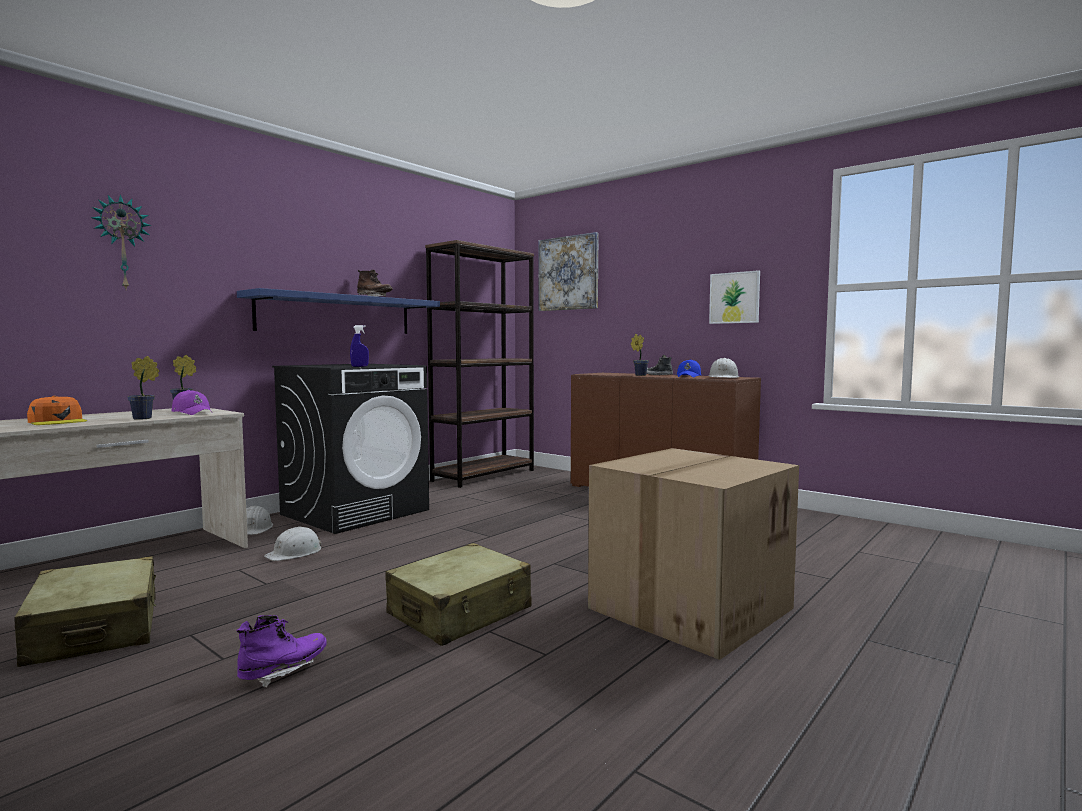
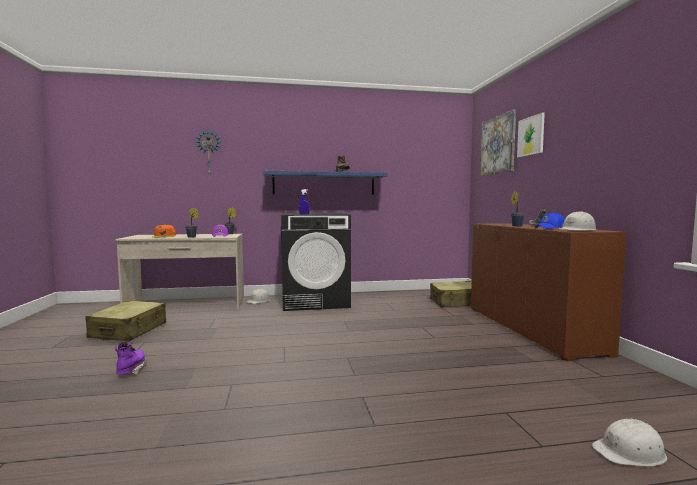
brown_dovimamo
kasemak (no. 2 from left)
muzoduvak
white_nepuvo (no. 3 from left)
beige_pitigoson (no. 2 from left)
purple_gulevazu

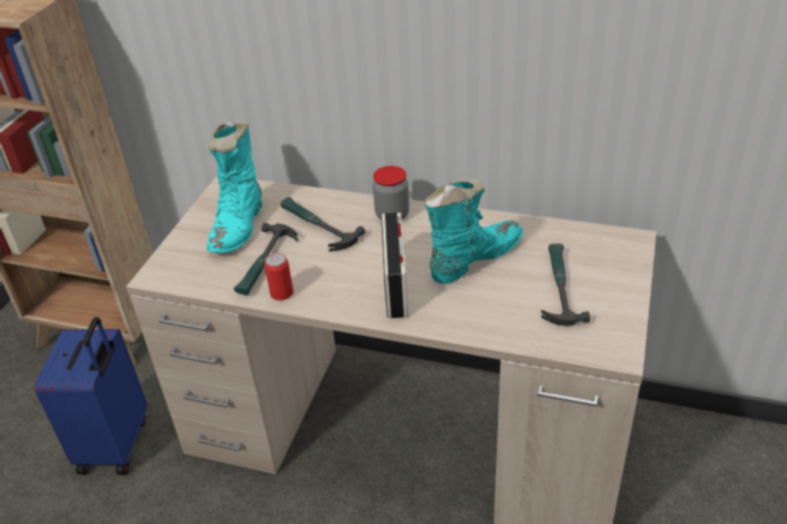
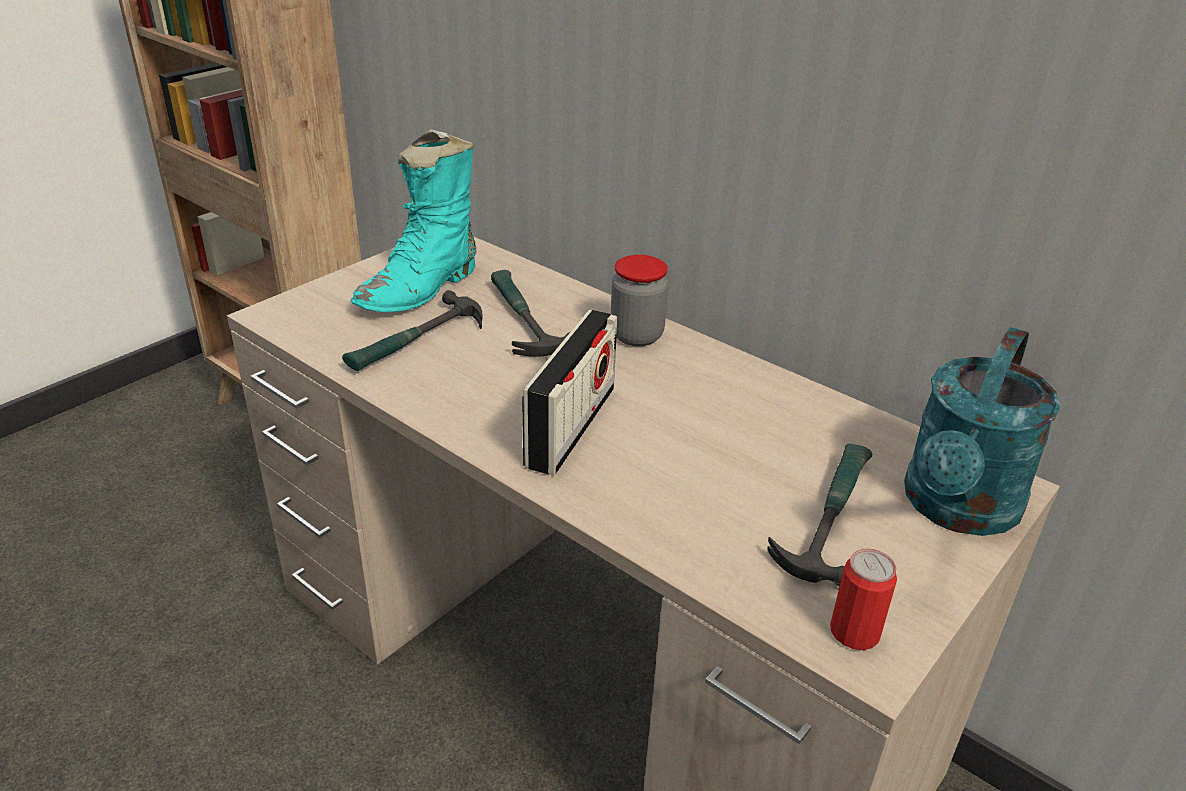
turquoise_gulevazu (no. 2 from left in the first image)
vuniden
blue_pitigoson
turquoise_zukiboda

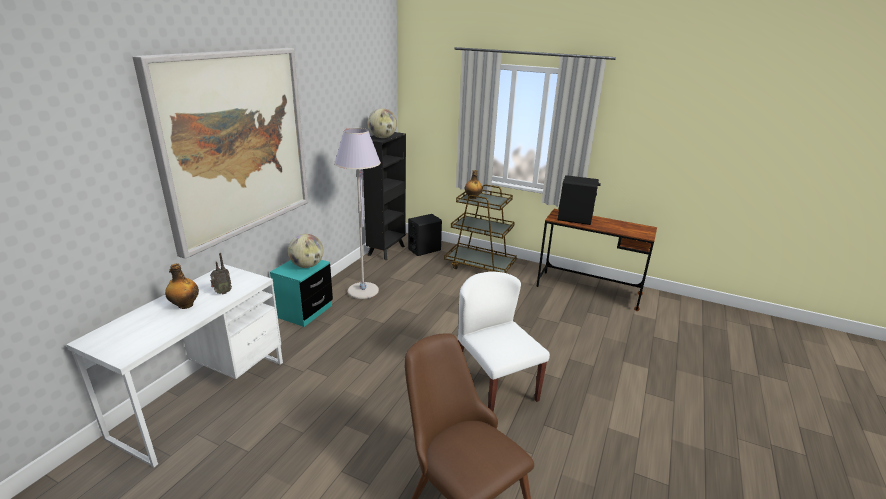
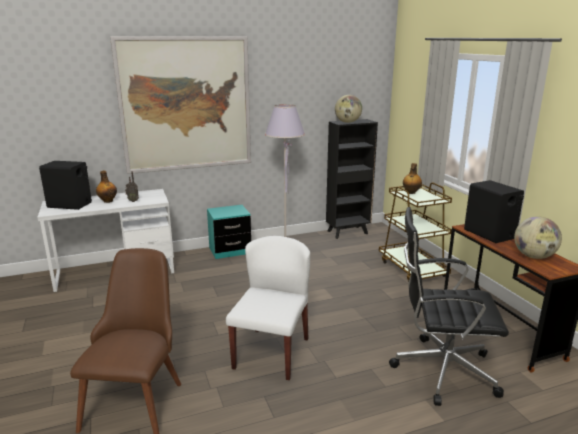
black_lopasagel (no. 1 from left)
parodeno (no. 2 from left)
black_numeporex

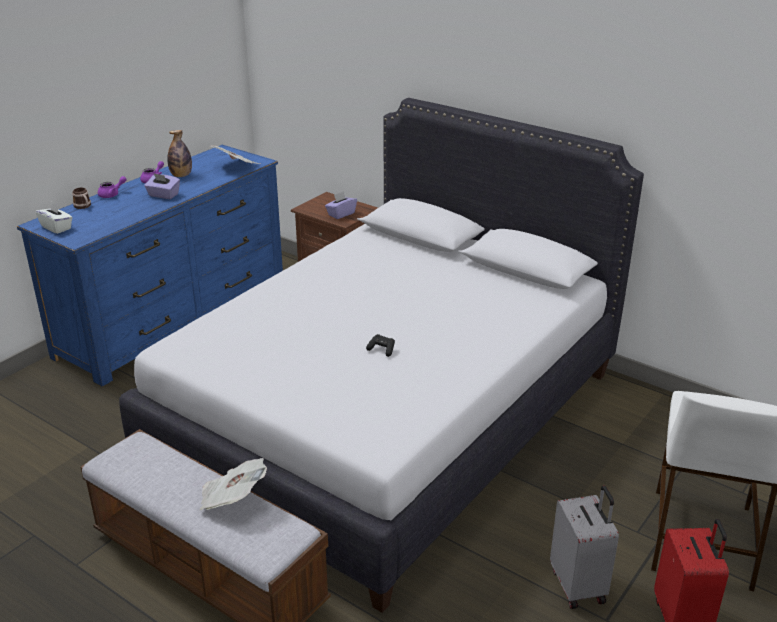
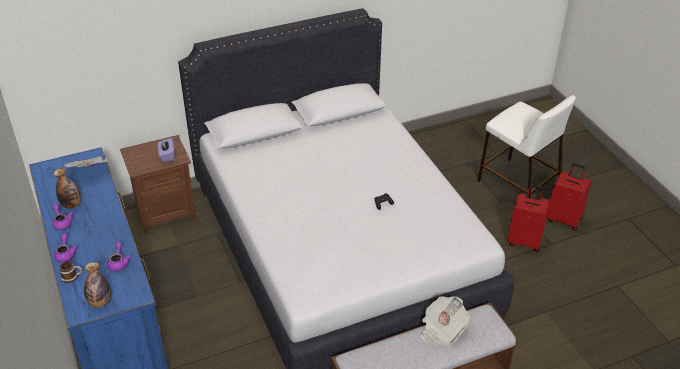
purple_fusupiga (no. 1 from left in the first image)
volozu (no. 2 from left)
red_pitigoson (no. 1 from left)
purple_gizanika (no. 3 from left)

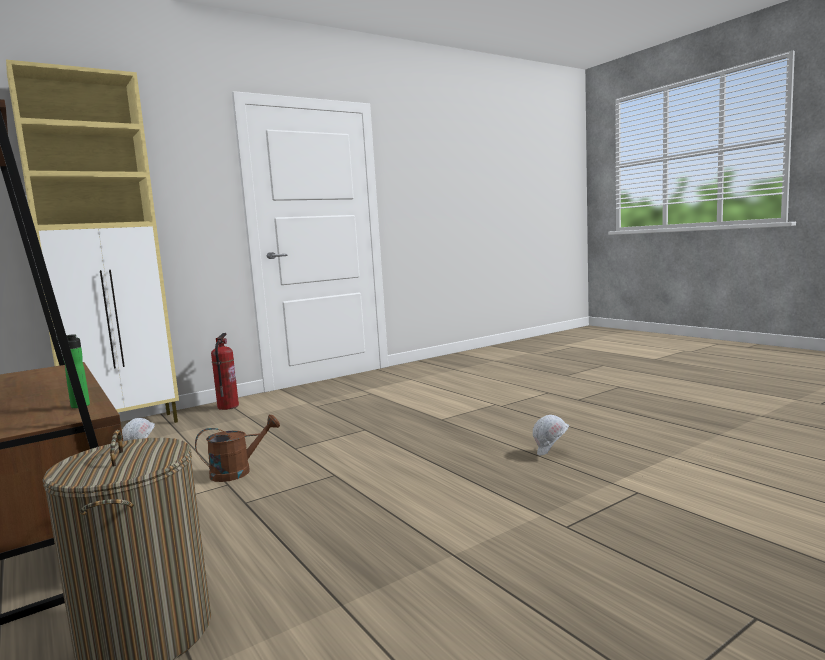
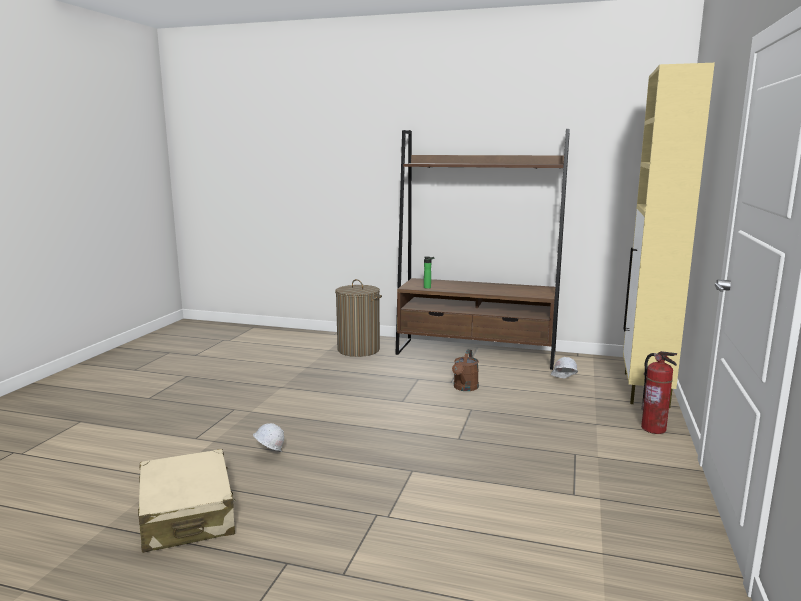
beige_pitigoson

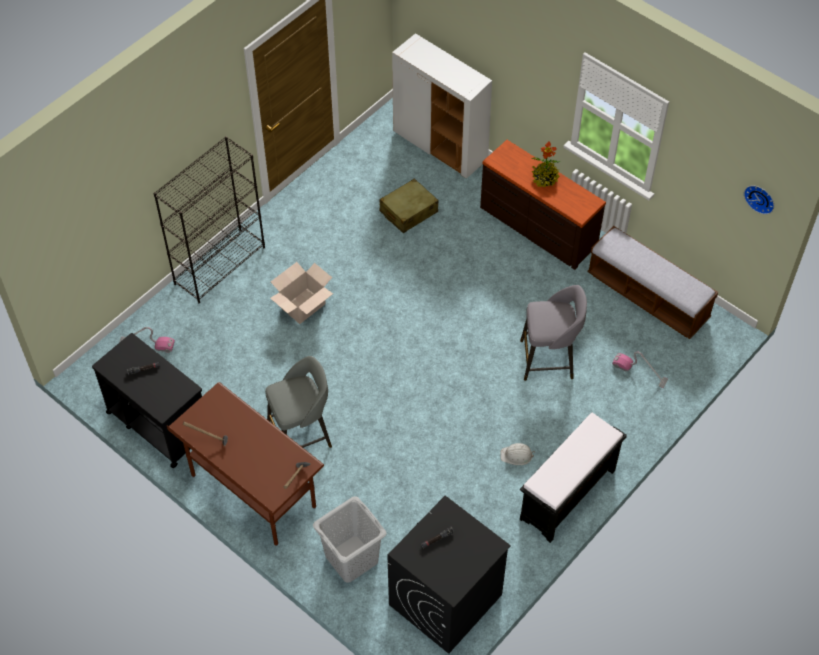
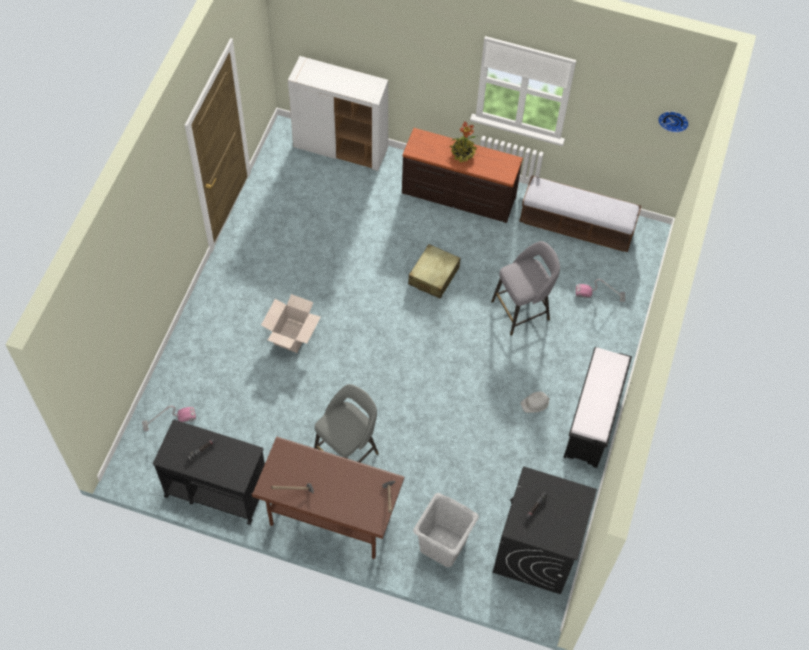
black_dovimamo
beige_pitigoson

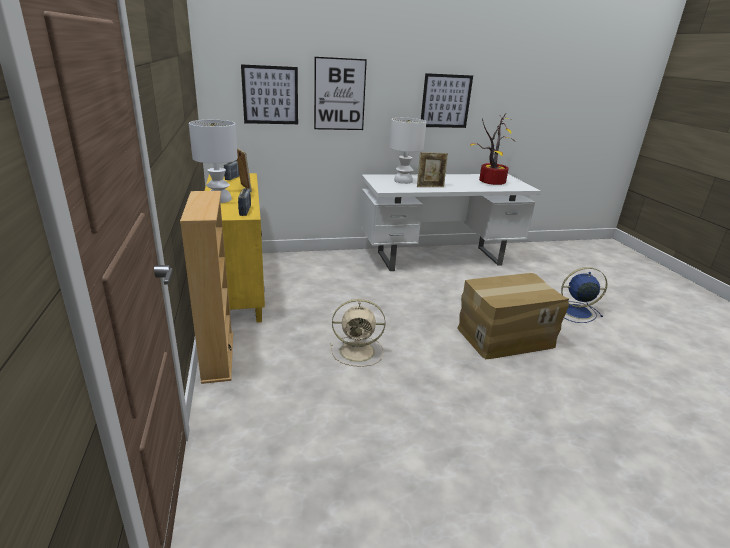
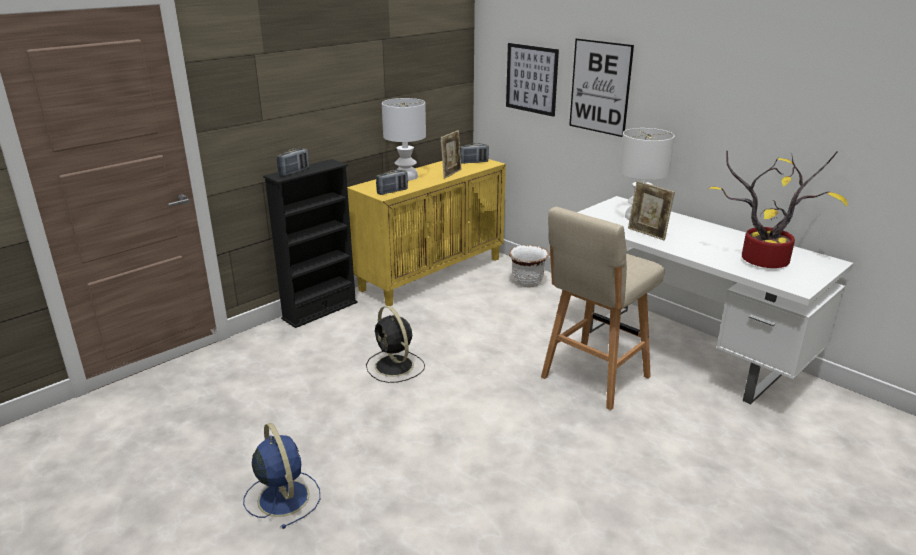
kasemak (no. 3 from left in the first image)
black_dovimamo
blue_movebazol
muzoduvak
black_movebazol
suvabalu (no. 1 from left)
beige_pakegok
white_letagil

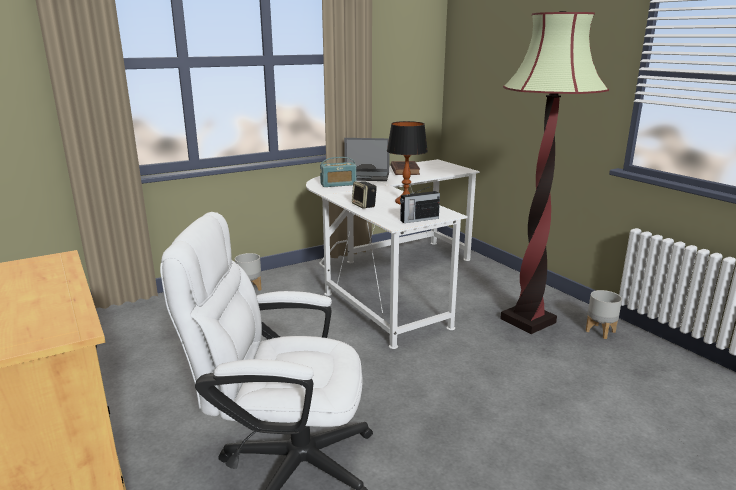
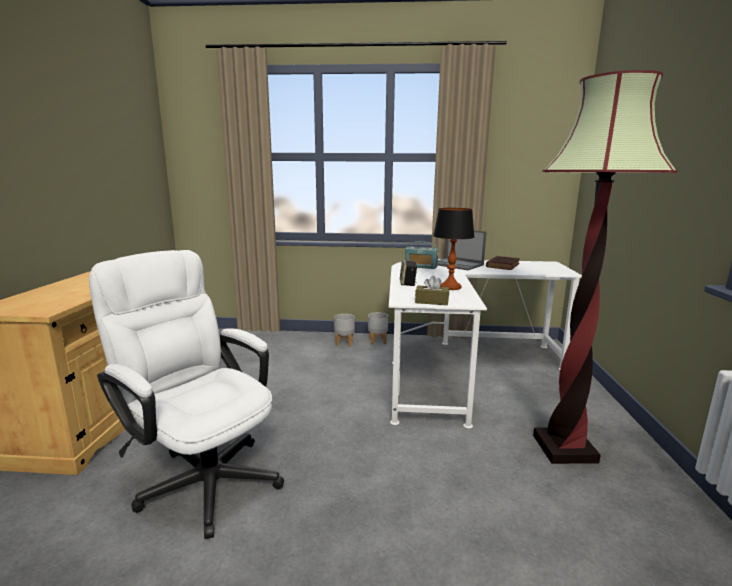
brown_fusupiga
grey_letagil (no. 2 from left)

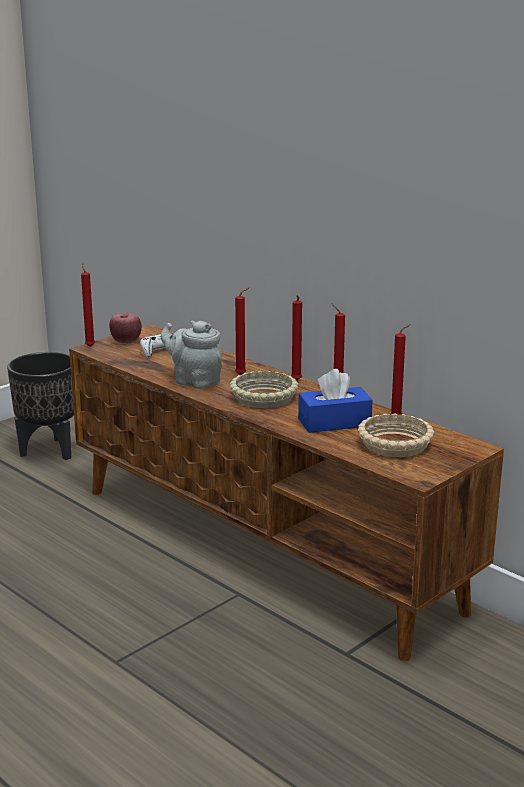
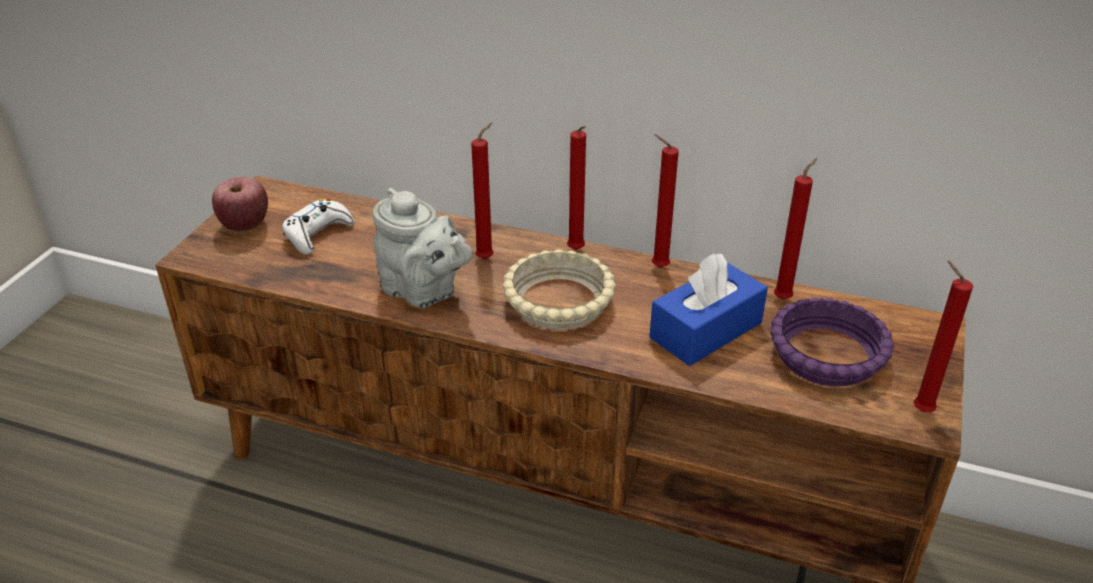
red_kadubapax (no. 5 from left)
grey_gizanika
black_letagil
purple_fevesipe

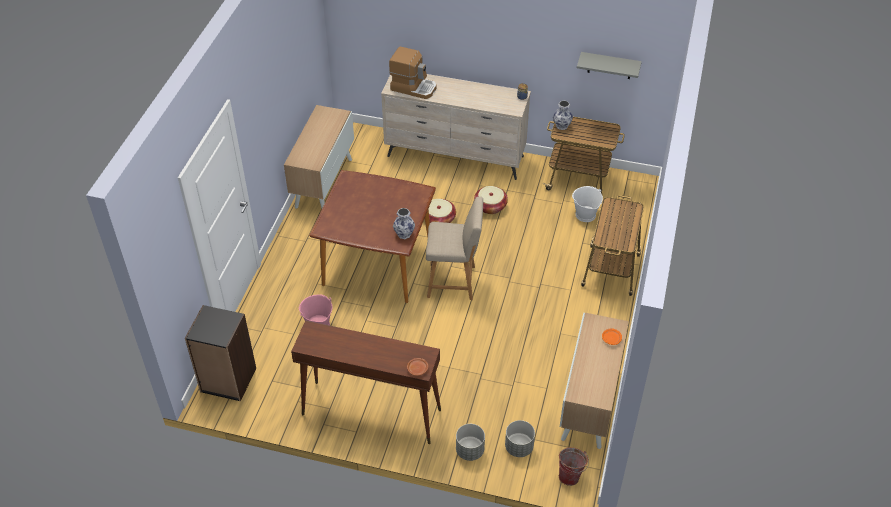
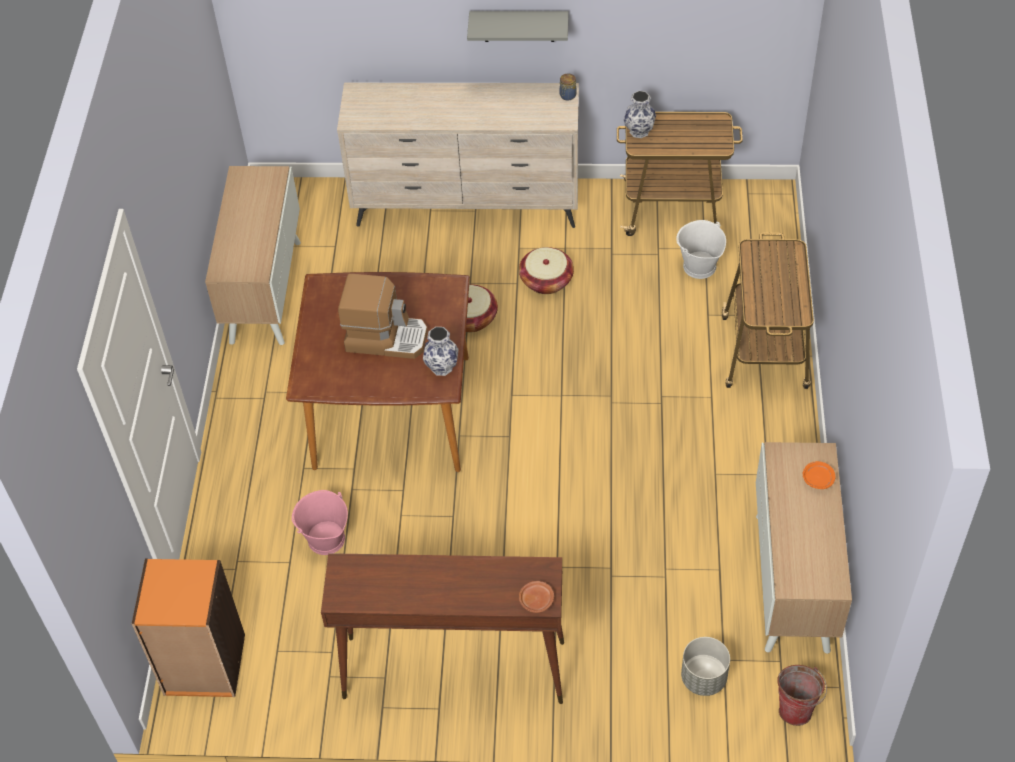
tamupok
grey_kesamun
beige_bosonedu
orange_dovimamo
grey_letagil (no. 1 from left in the first image)

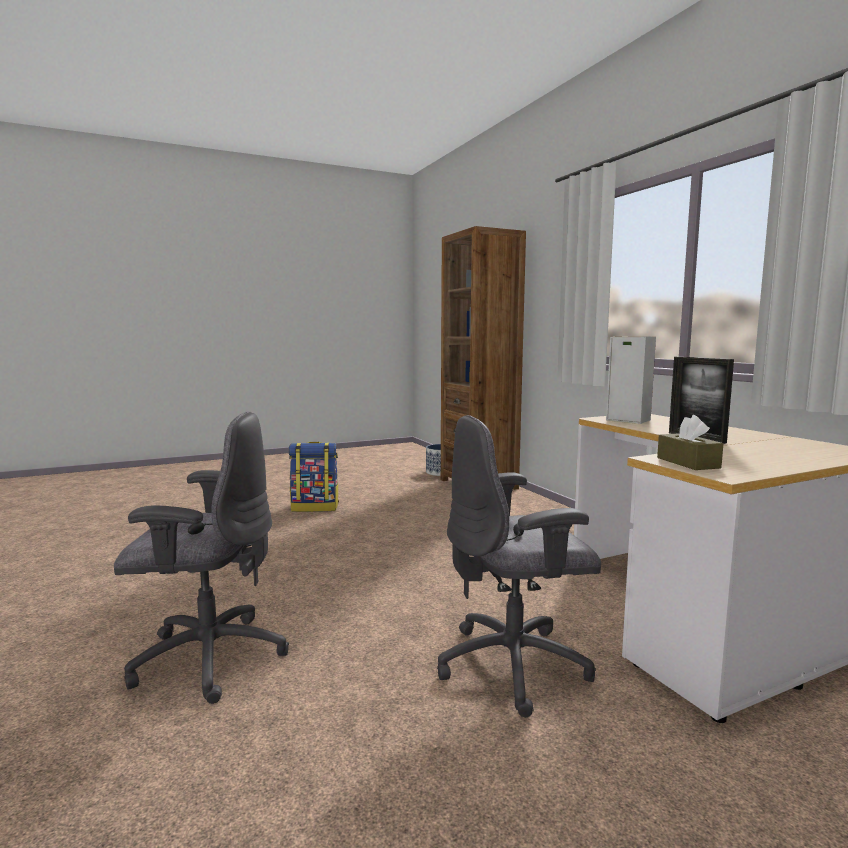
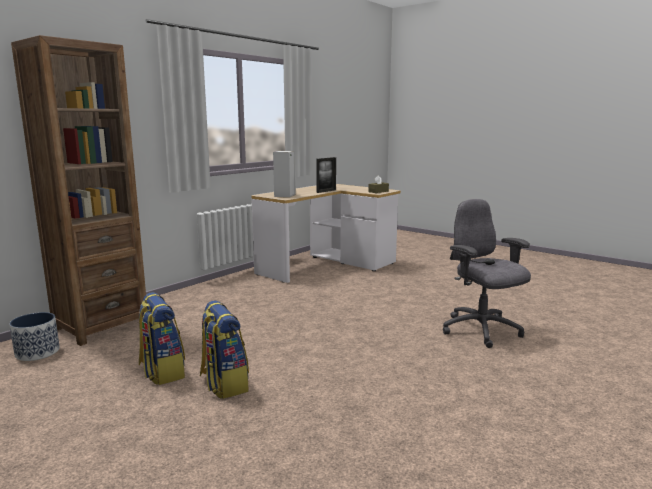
grey_numeporex (no. 2 from left in the first image)
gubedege (no. 1 from left)

